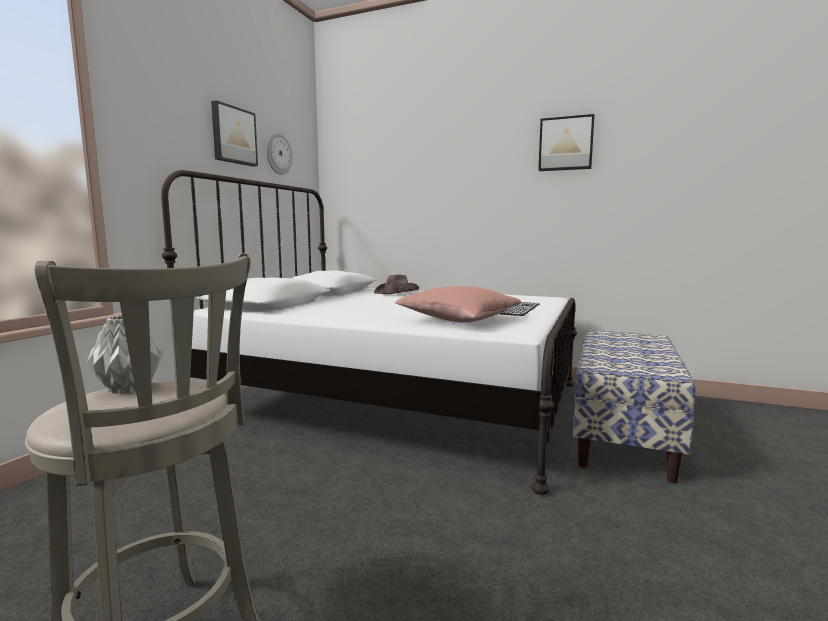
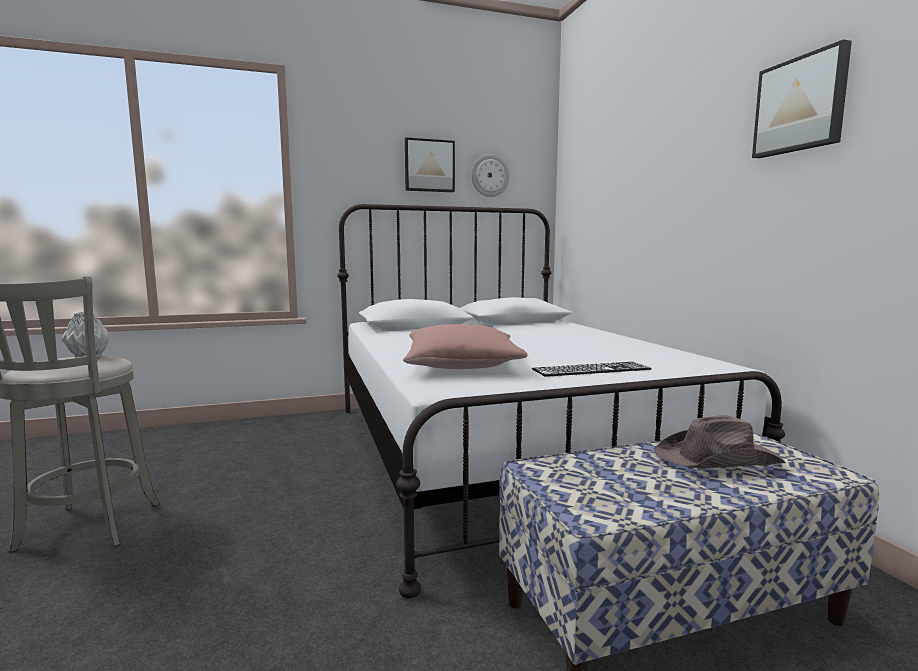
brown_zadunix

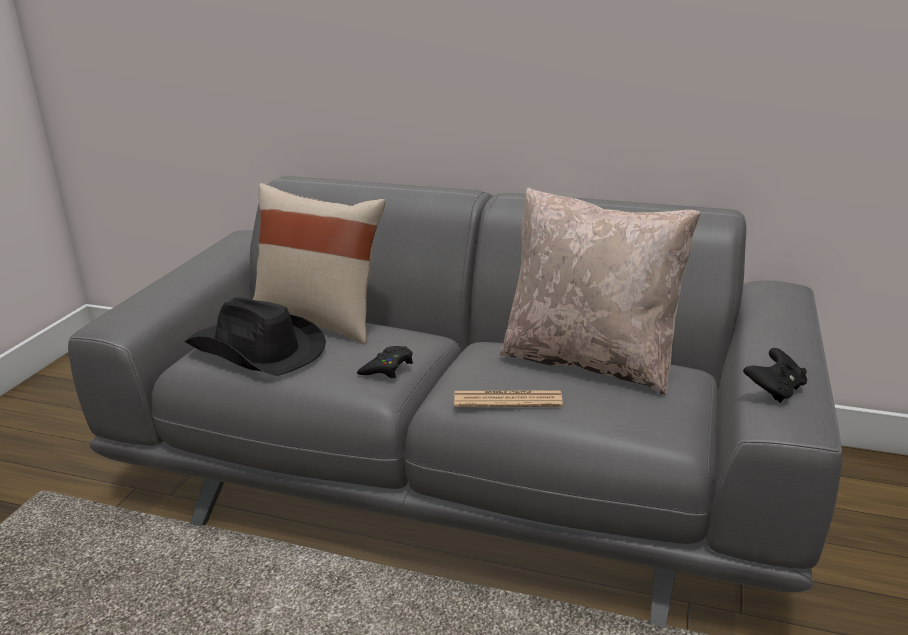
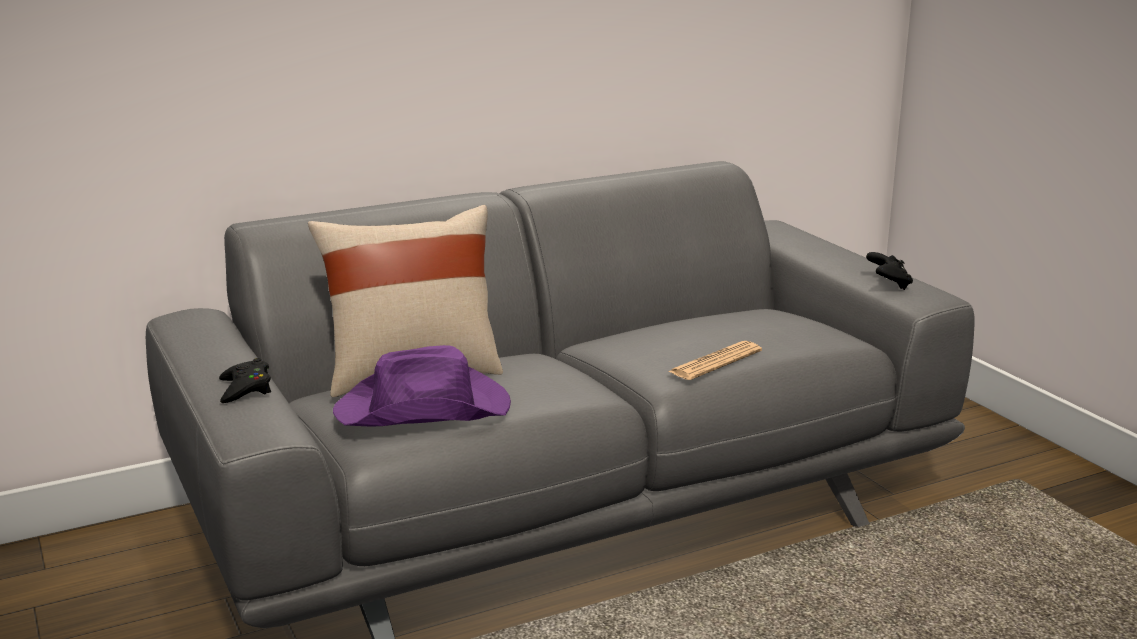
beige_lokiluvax (no. 2 from left in the first image)
purple_zadunix
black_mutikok (no. 1 from left)

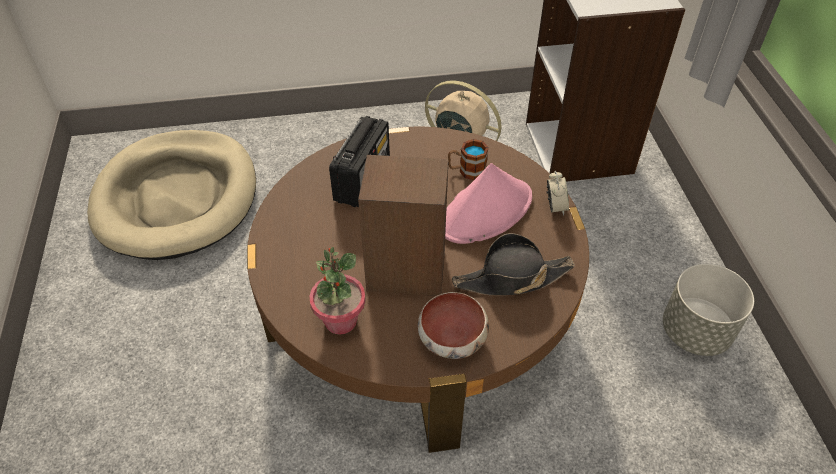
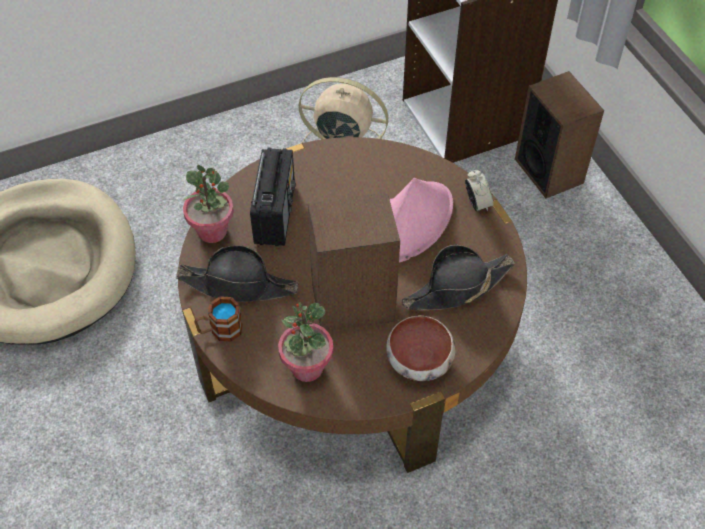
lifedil
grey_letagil
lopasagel (no. 2 from left)
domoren (no. 1 from left)
black_zadunix (no. 1 from left)

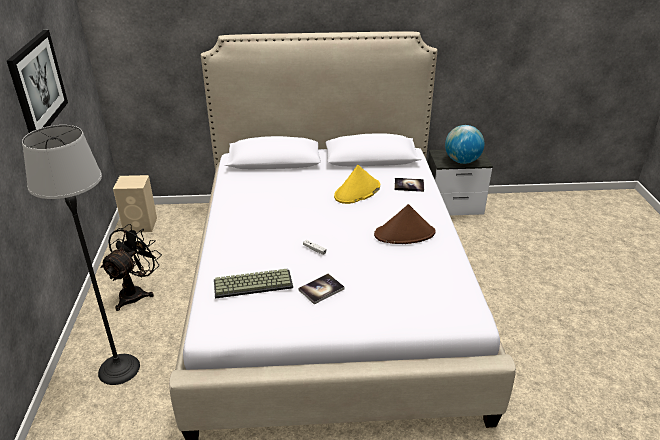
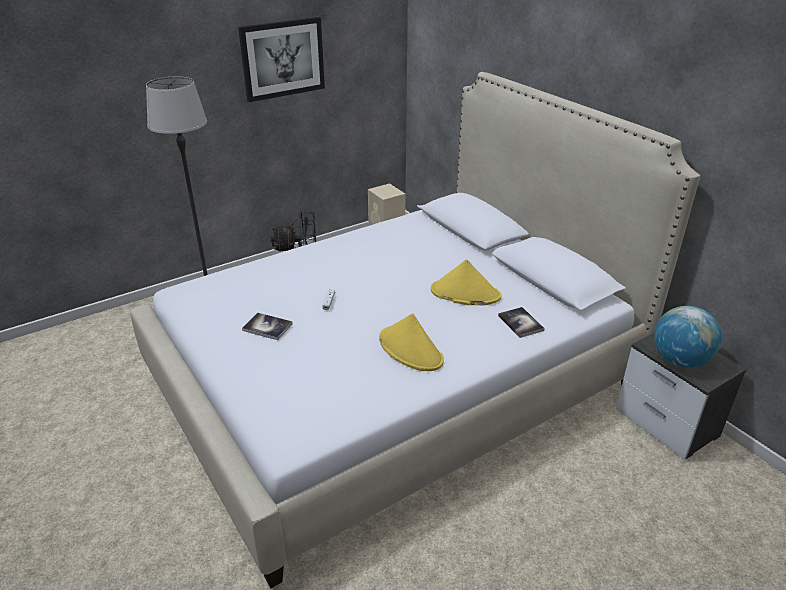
yellow_zadunix (no. 1 from left)
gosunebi

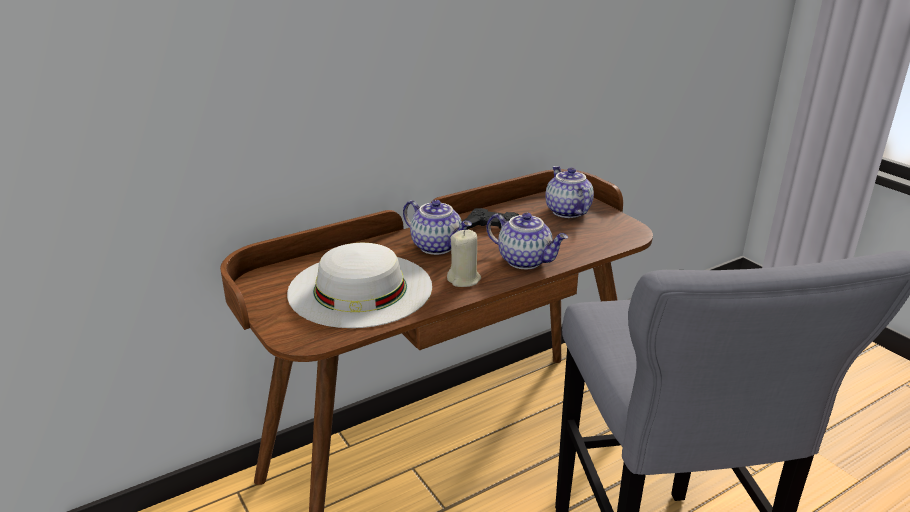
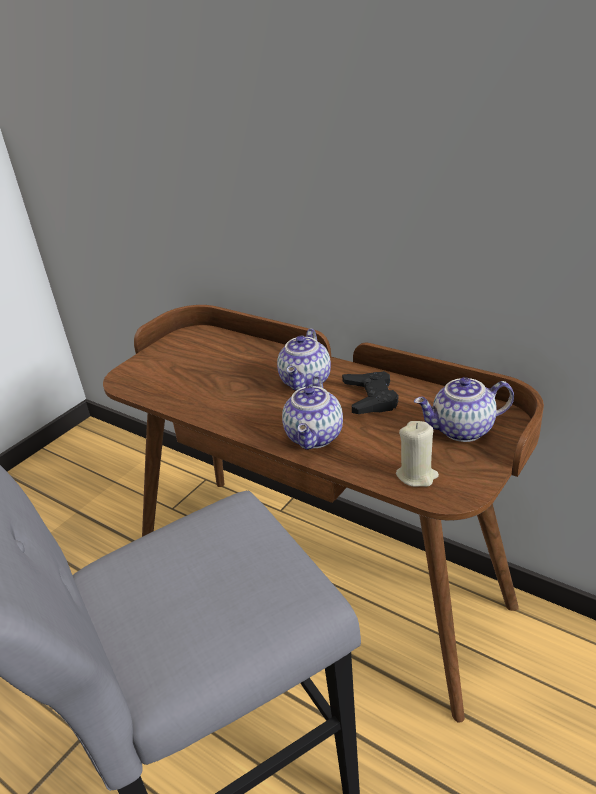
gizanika (no. 3 from left)
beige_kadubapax
white_zadunix

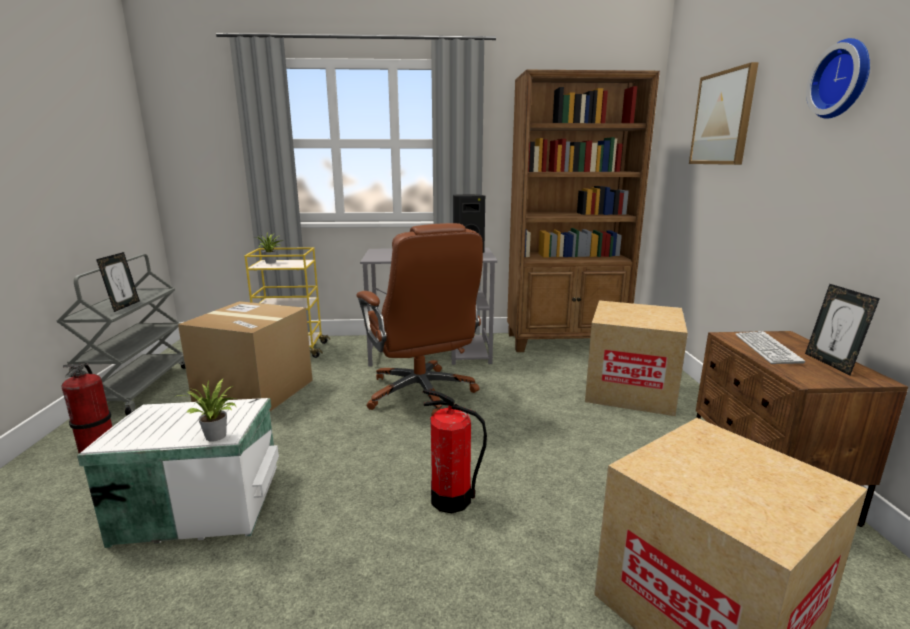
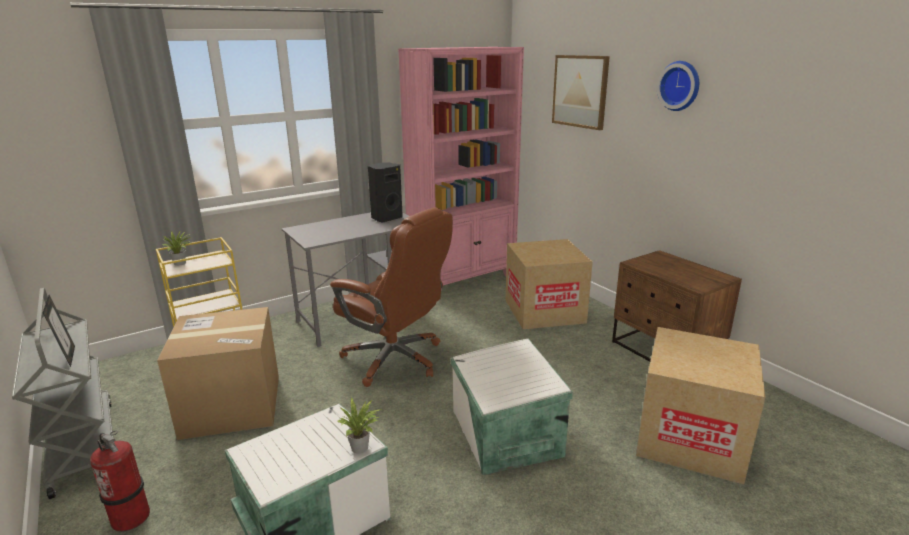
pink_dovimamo
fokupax (no. 2 from left in the first image)
gosunebi
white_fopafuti (no. 2 from left)

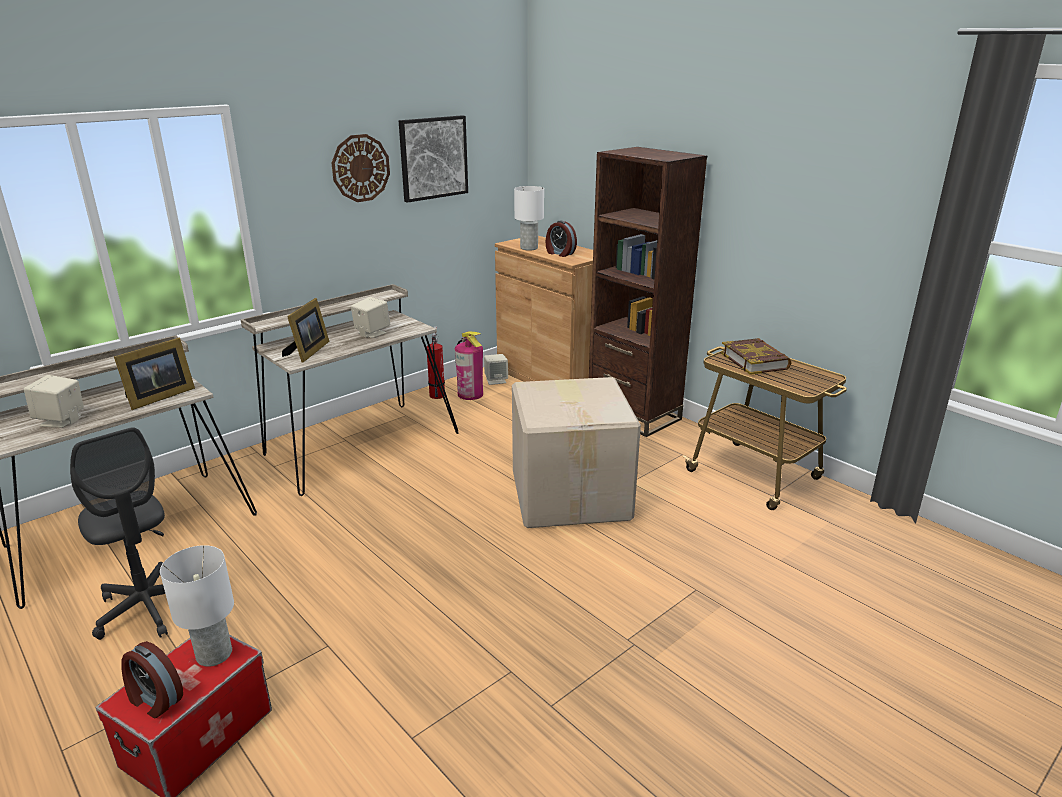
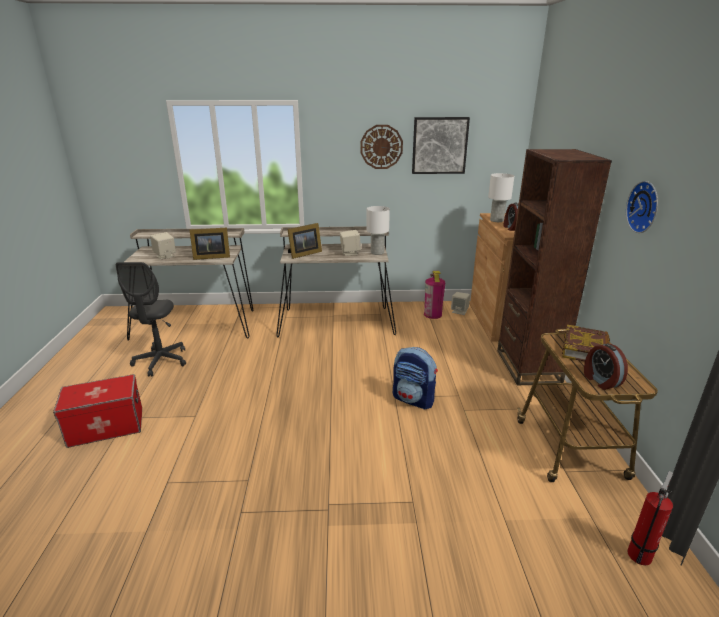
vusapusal (no. 2 from left)
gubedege
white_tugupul (no. 1 from left)
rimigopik (no. 2 from left)
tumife (no. 2 from left)

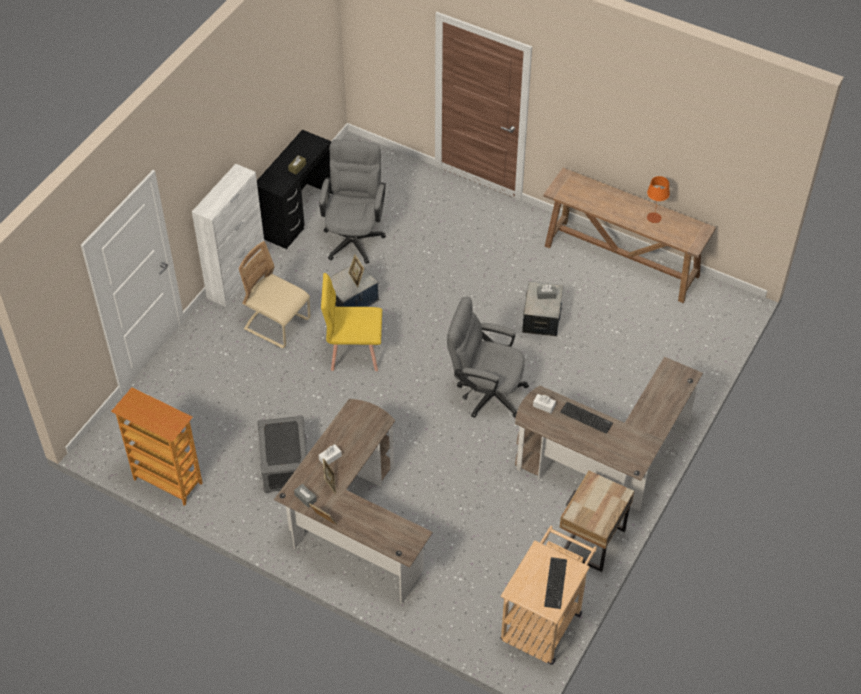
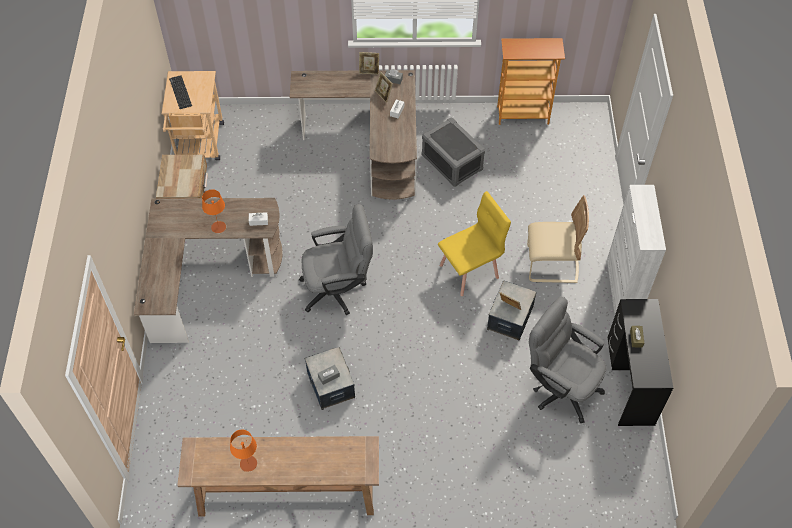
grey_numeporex (no. 2 from left)
orange_tugupul (no. 1 from left)

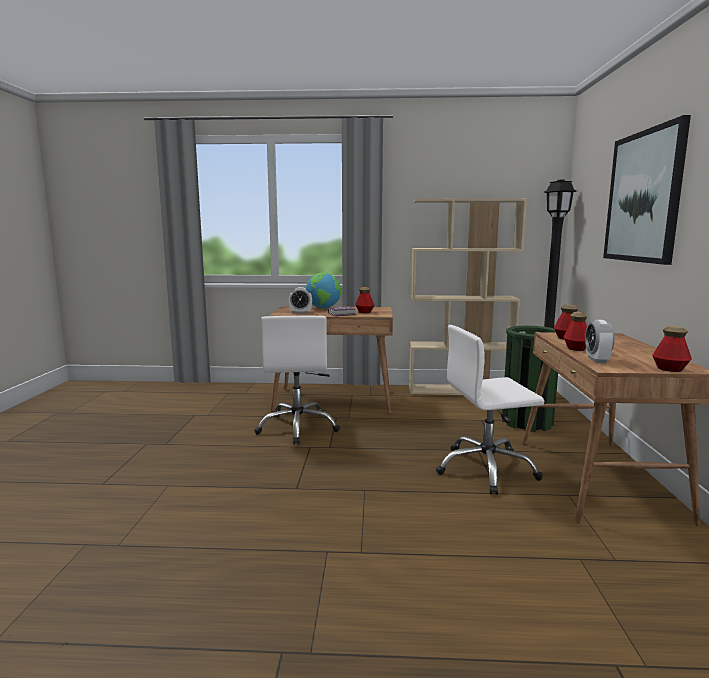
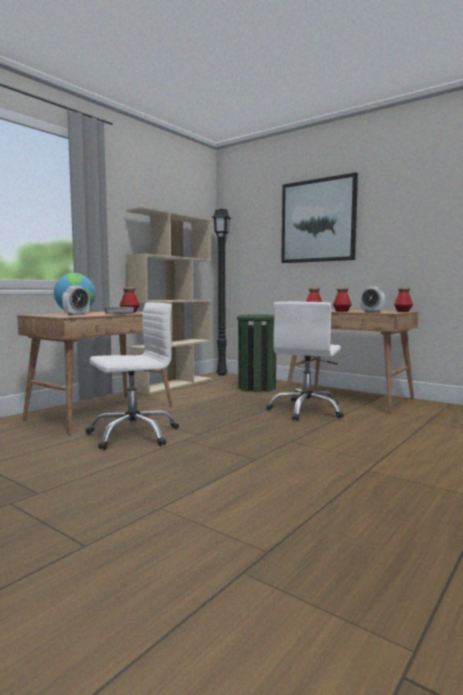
white_numeporex (no. 1 from left)

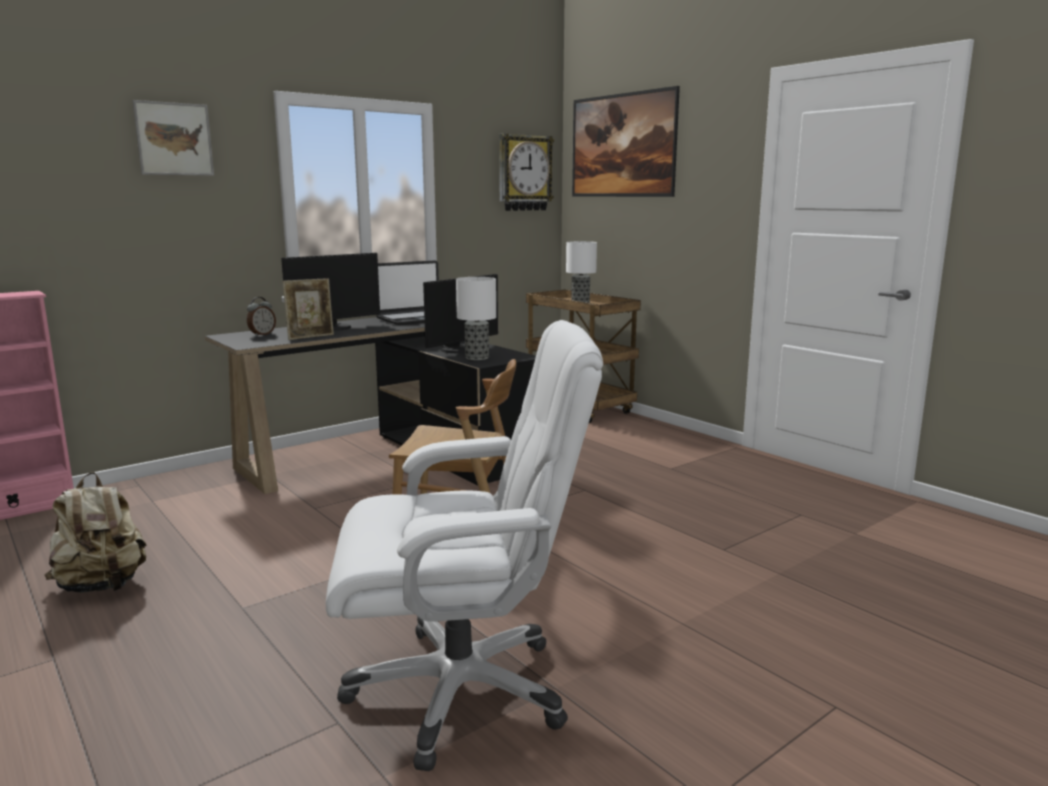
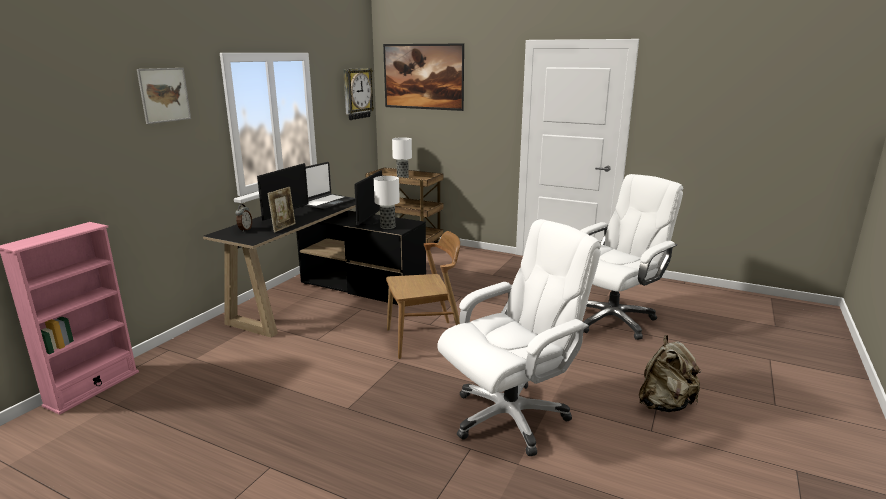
beige_gubedege
white_numeporex (no. 2 from left)

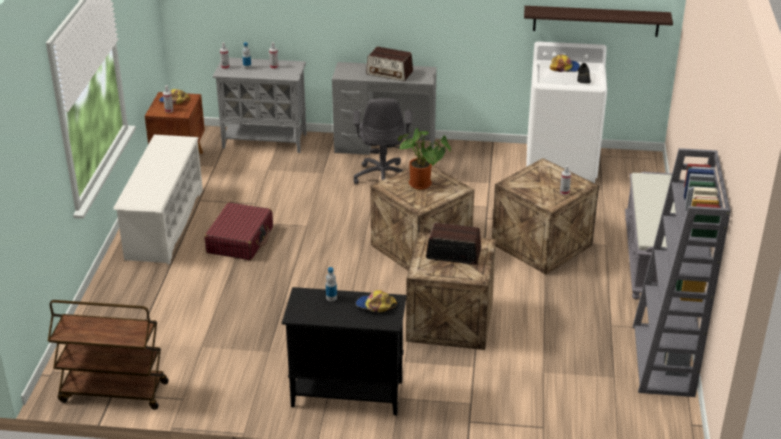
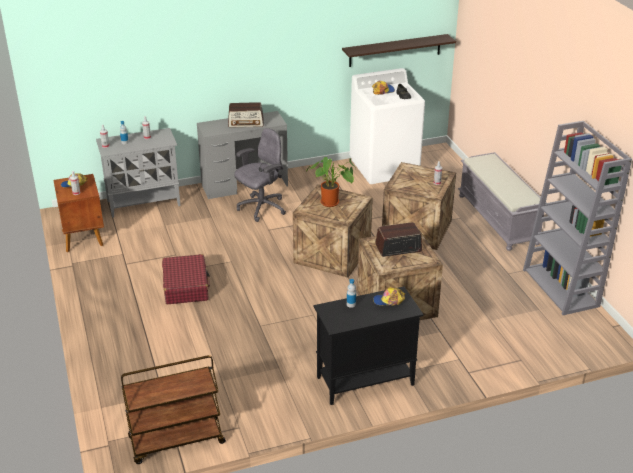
grey_numeporex
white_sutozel

